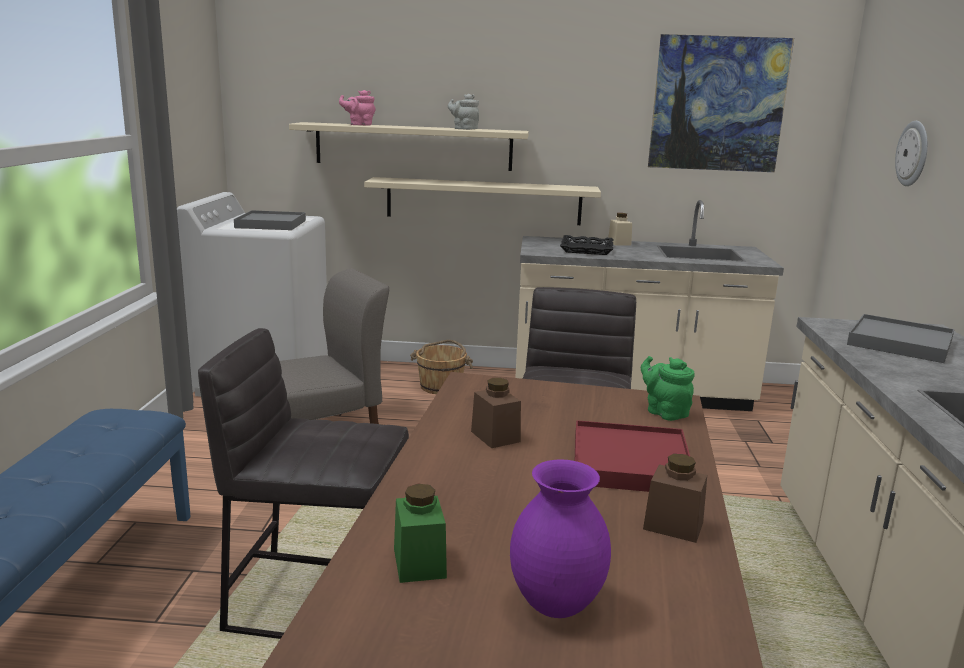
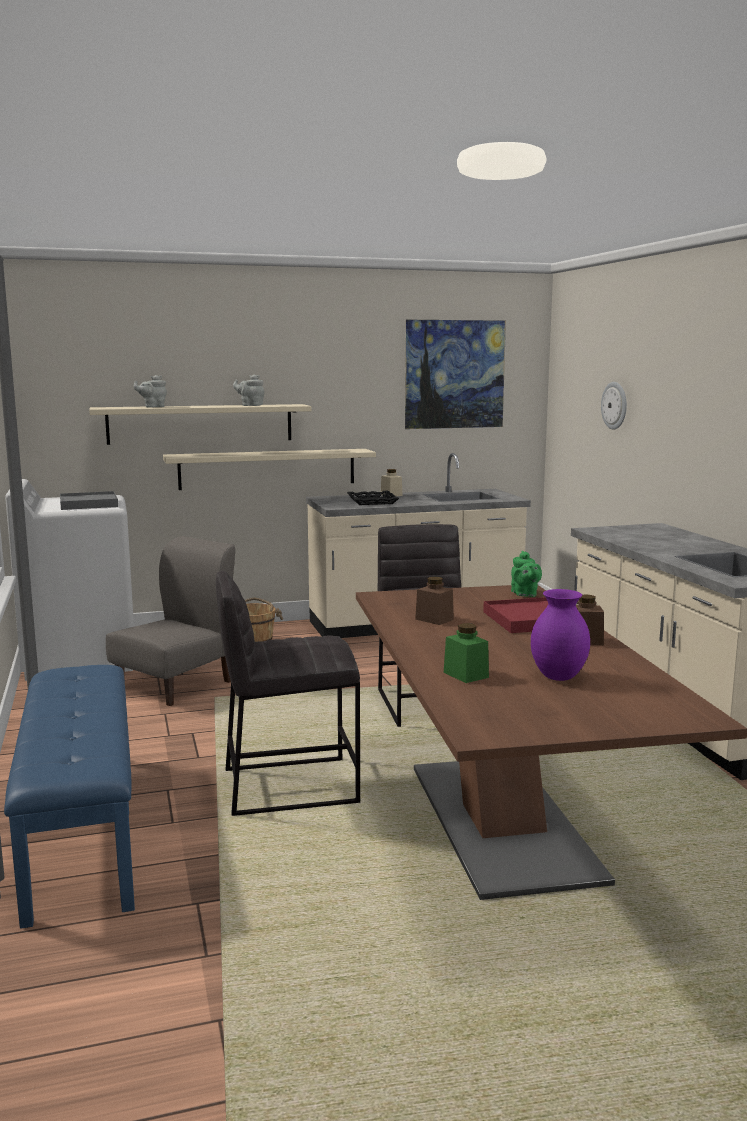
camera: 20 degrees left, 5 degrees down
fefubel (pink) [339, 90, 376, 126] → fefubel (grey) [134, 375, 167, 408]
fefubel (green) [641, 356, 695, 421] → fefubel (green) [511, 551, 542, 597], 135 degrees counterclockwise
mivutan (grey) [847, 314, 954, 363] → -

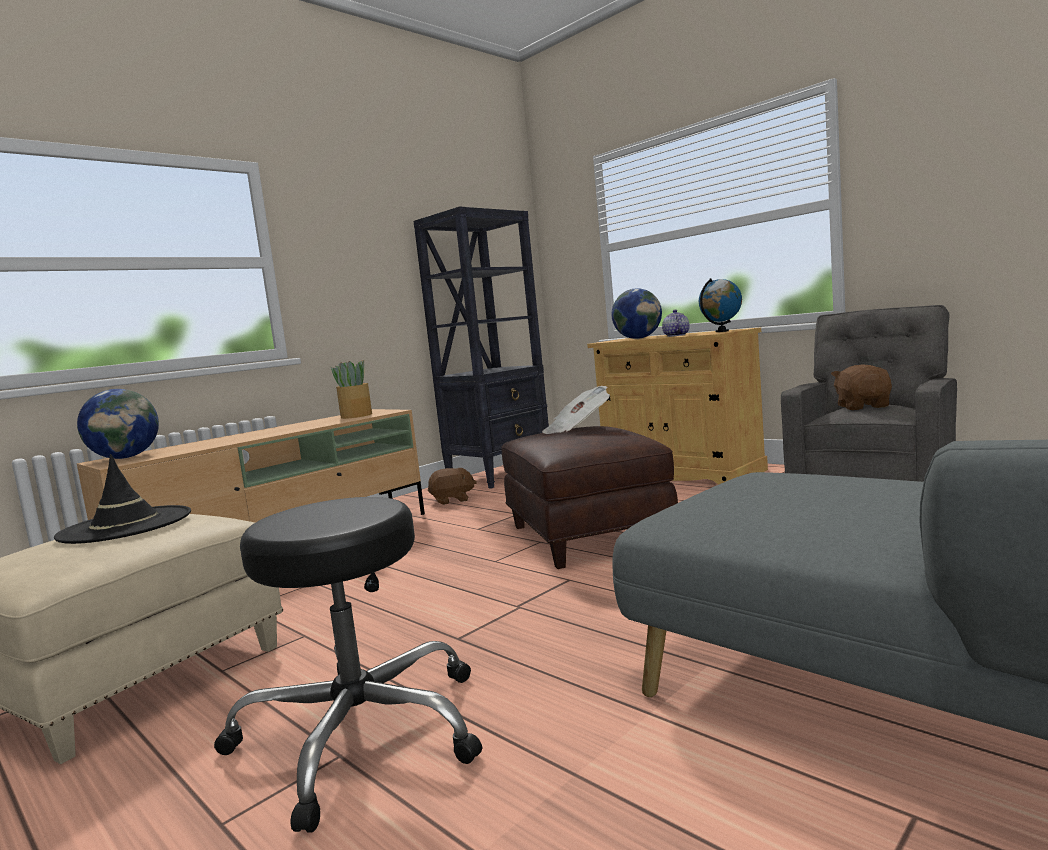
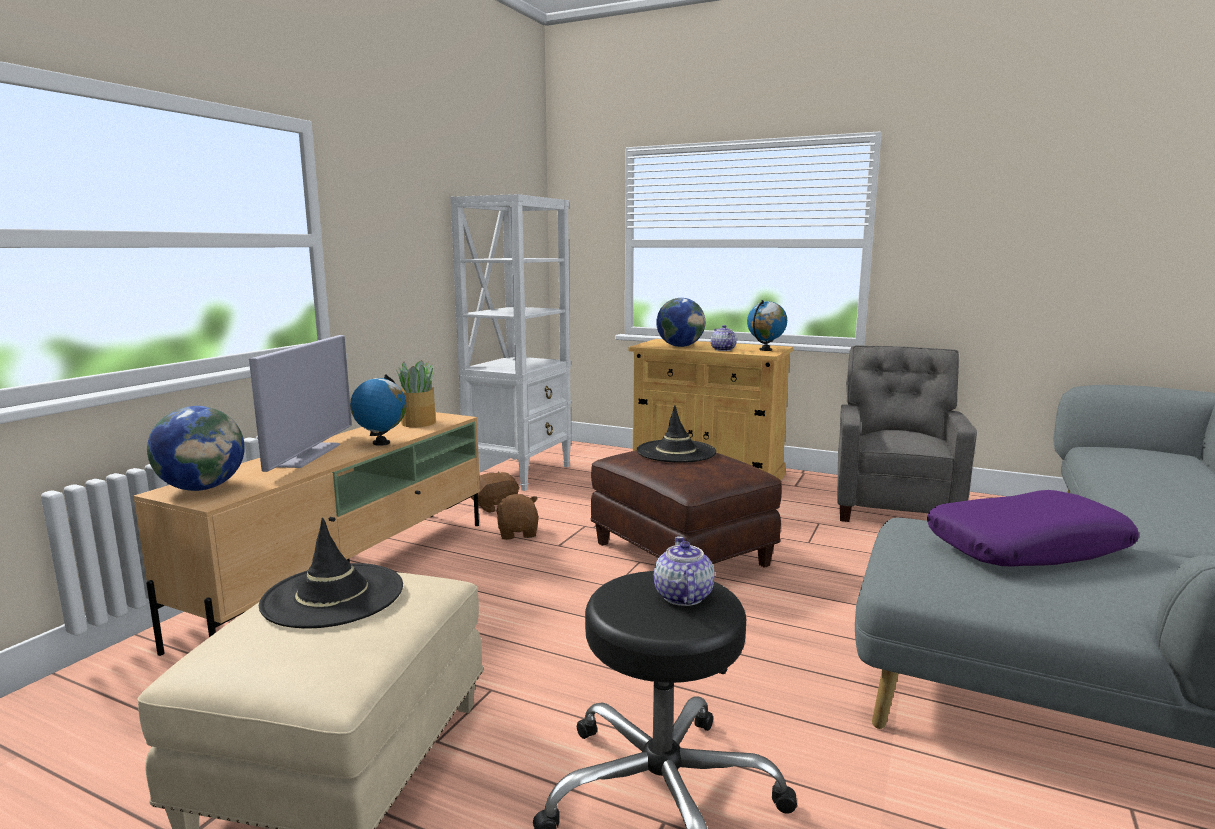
camera: 20 degrees left, 5 degrees up
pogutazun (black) [413, 206, 549, 489] → pogutazun (white) [450, 194, 572, 491]
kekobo [542, 386, 610, 434] → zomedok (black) [637, 405, 716, 463]
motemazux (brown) [831, 364, 892, 410] → motemazux (brown) [494, 494, 539, 540], move
- → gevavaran [249, 335, 352, 472]
- → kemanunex [350, 374, 406, 446]
- → fefubel [654, 536, 715, 606]
- → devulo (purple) [927, 490, 1139, 567]

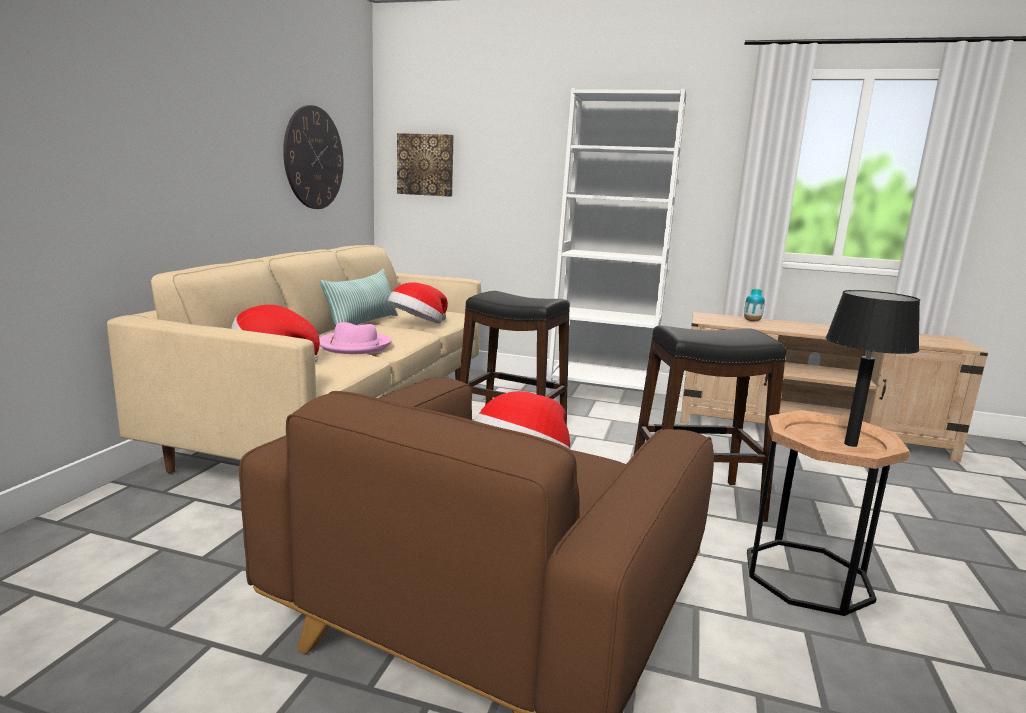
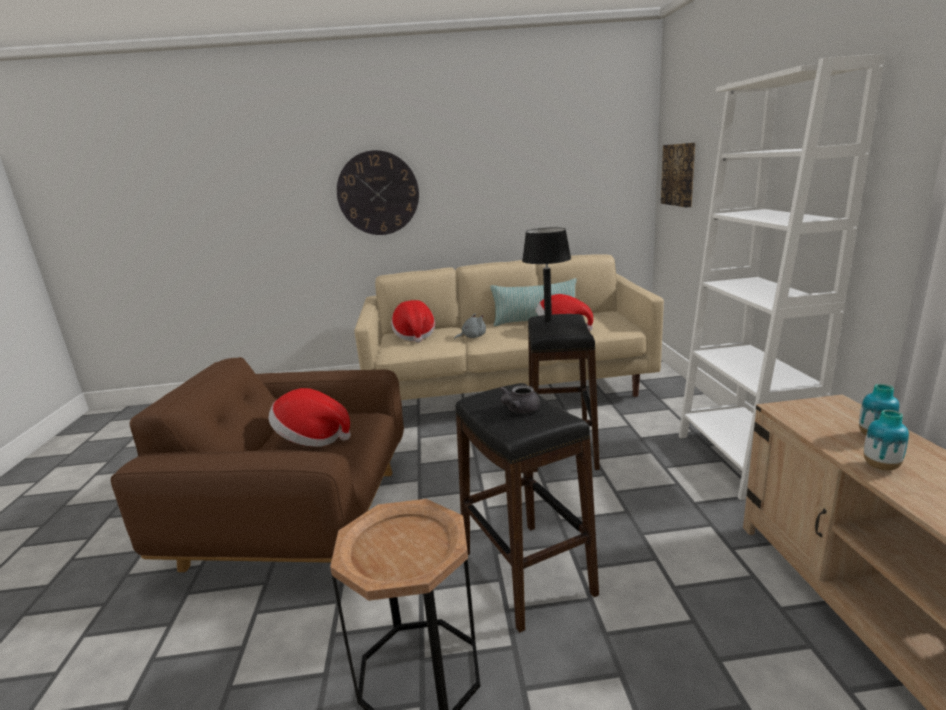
camera: 70 degrees right, 5 degrees up
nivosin [283, 105, 344, 209] → nivosin [337, 150, 419, 235], move
zomedok (pink) [319, 322, 391, 354] → motemazux (grey) [454, 314, 486, 340]
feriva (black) [825, 290, 920, 447] → feriva (black) [522, 227, 571, 322], move
- → fefubel (grey) [500, 385, 540, 413]
- → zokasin [864, 410, 909, 471]

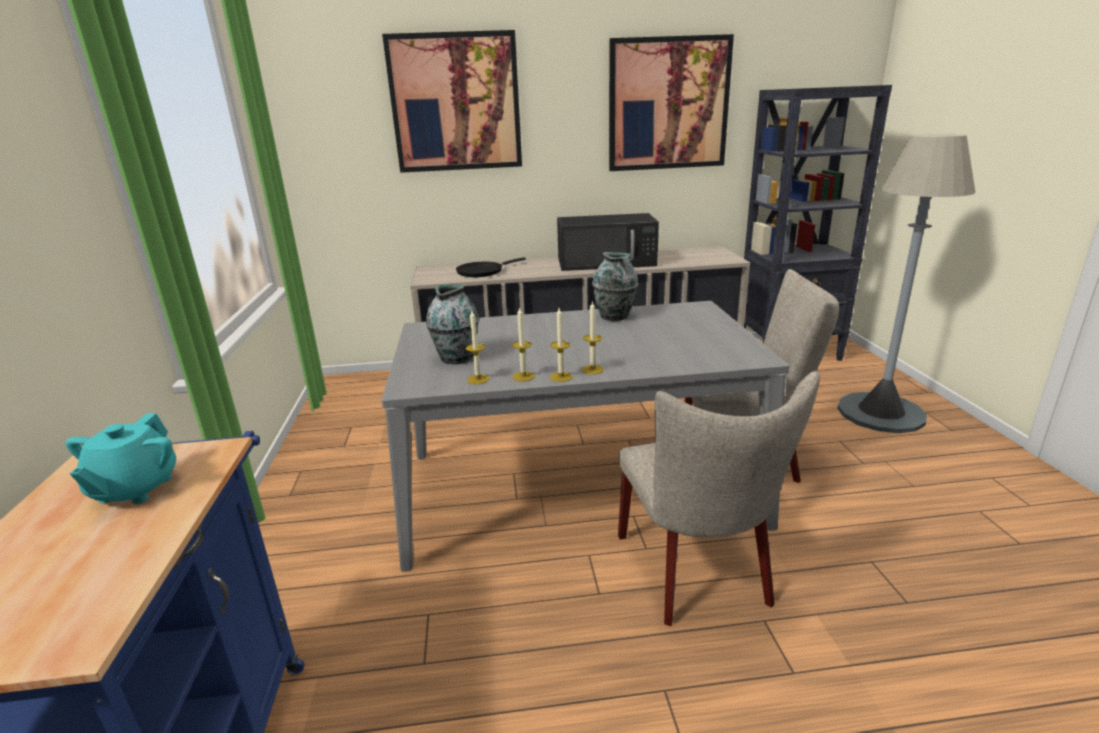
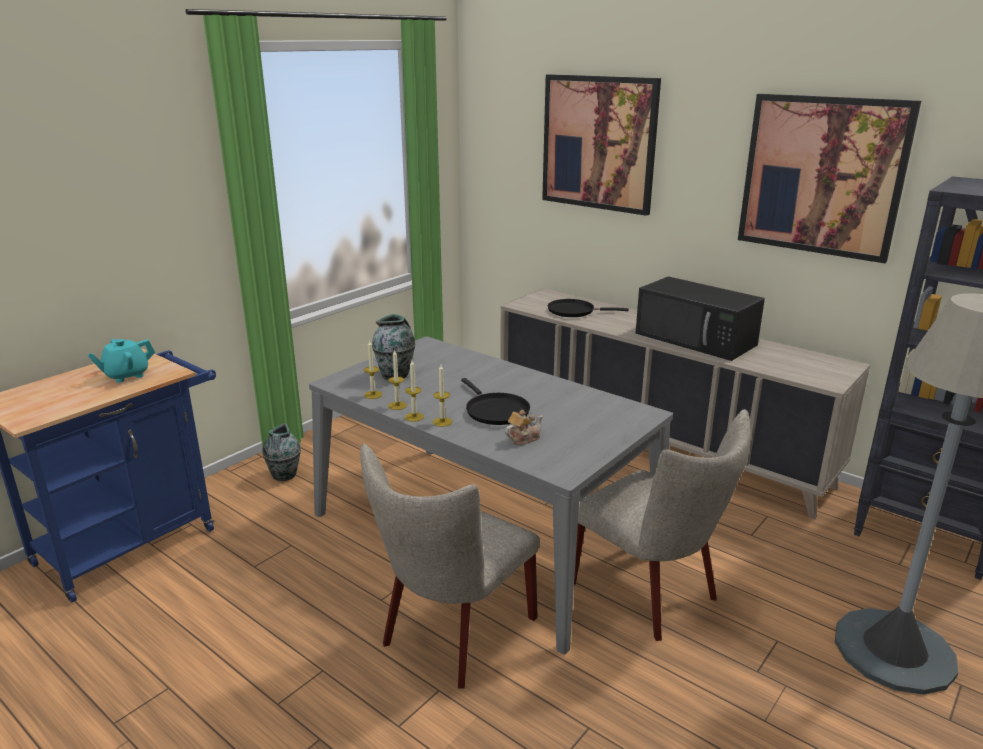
camera: 45 degrees right, 0 degrees up
zokasin [592, 252, 638, 321] → zokasin [262, 423, 301, 481], move
- → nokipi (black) [461, 378, 530, 425]
- → fefubel [505, 410, 543, 445]

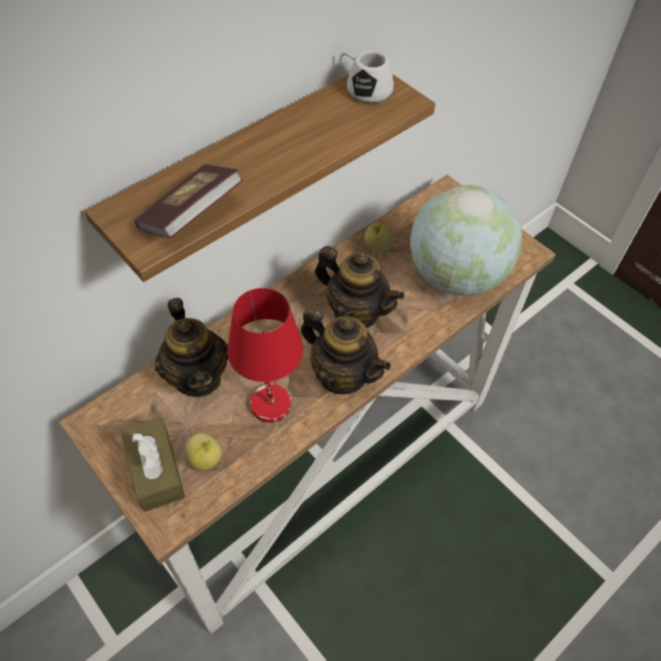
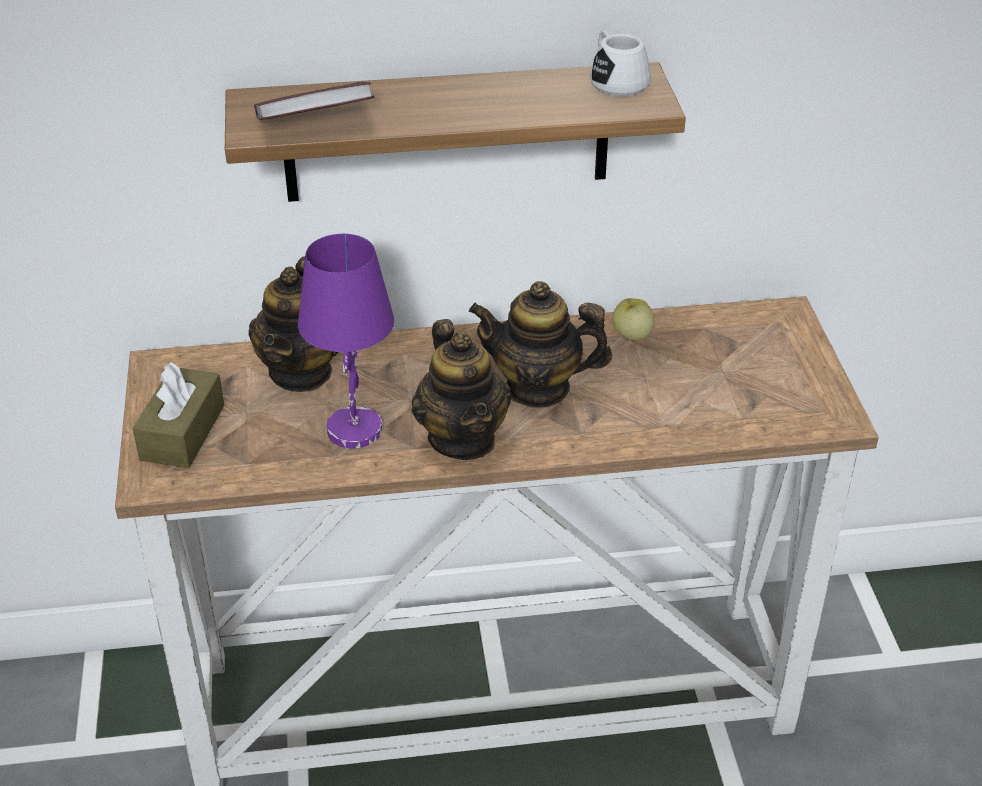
camera: 35 degrees right, 15 degrees down
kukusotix [185, 433, 222, 471] → -
feriva (red) [227, 288, 303, 423] → feriva (purple) [298, 234, 394, 448]
fefubel [315, 246, 404, 328] → fefubel [469, 281, 612, 408], 120 degrees clockwise
kemanunex [410, 185, 522, 296] → -

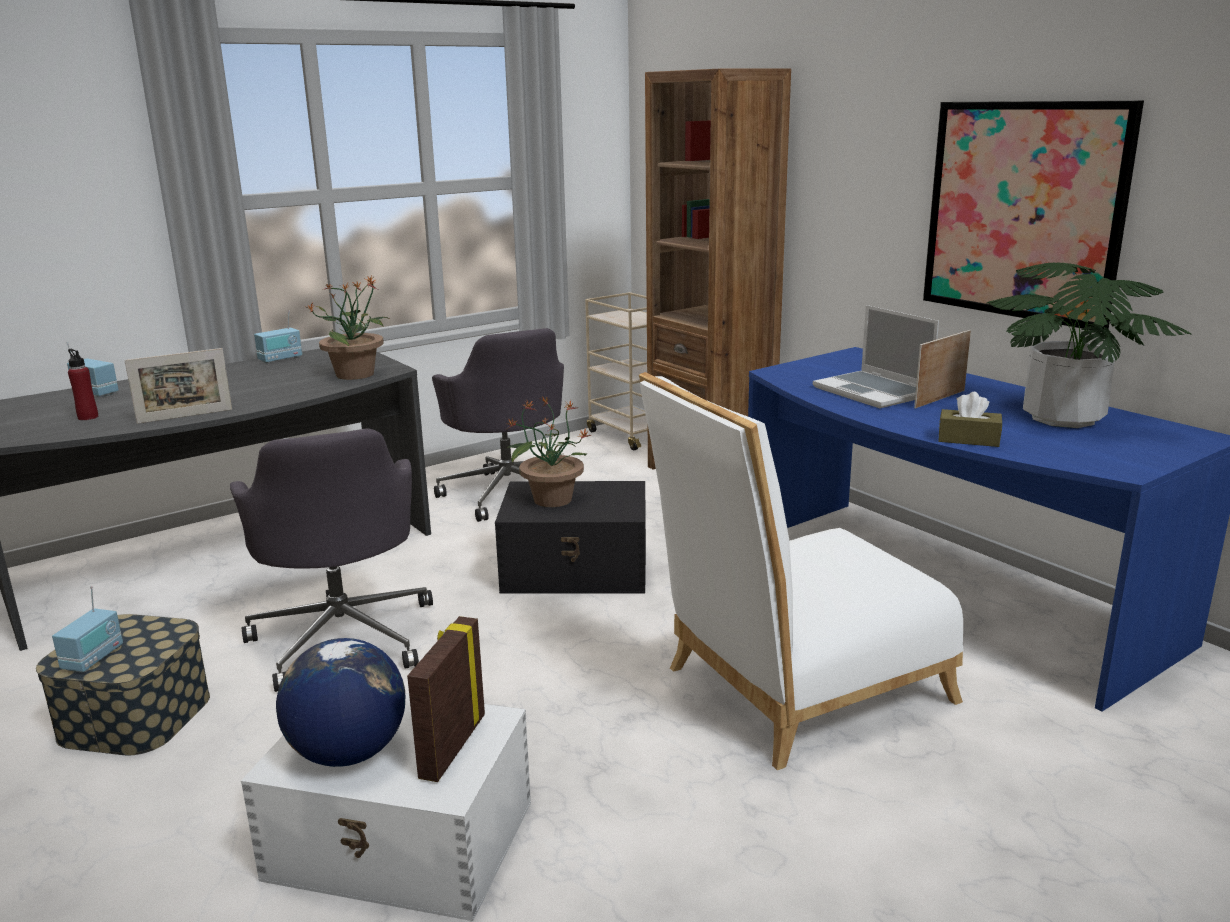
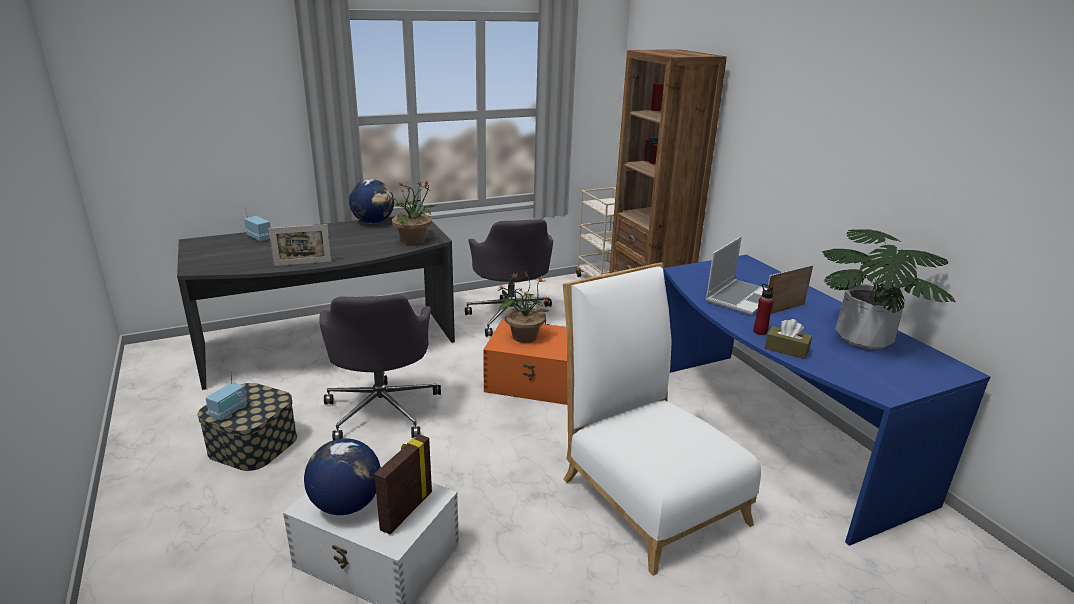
camera: 10 degrees right, 5 degrees up
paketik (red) [68, 349, 98, 420] → paketik (red) [753, 284, 774, 335], move
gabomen [254, 310, 302, 363] → kemanunex [349, 179, 394, 224]
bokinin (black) [495, 481, 646, 593] → bokinin (orange) [483, 319, 568, 405]
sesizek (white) [639, 372, 964, 770] → sesizek (white) [563, 262, 761, 576], 75 degrees clockwise
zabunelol [813, 305, 939, 408] → zabunelol [705, 236, 767, 315], 120 degrees counterclockwise
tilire [923, 101, 1144, 330] → -

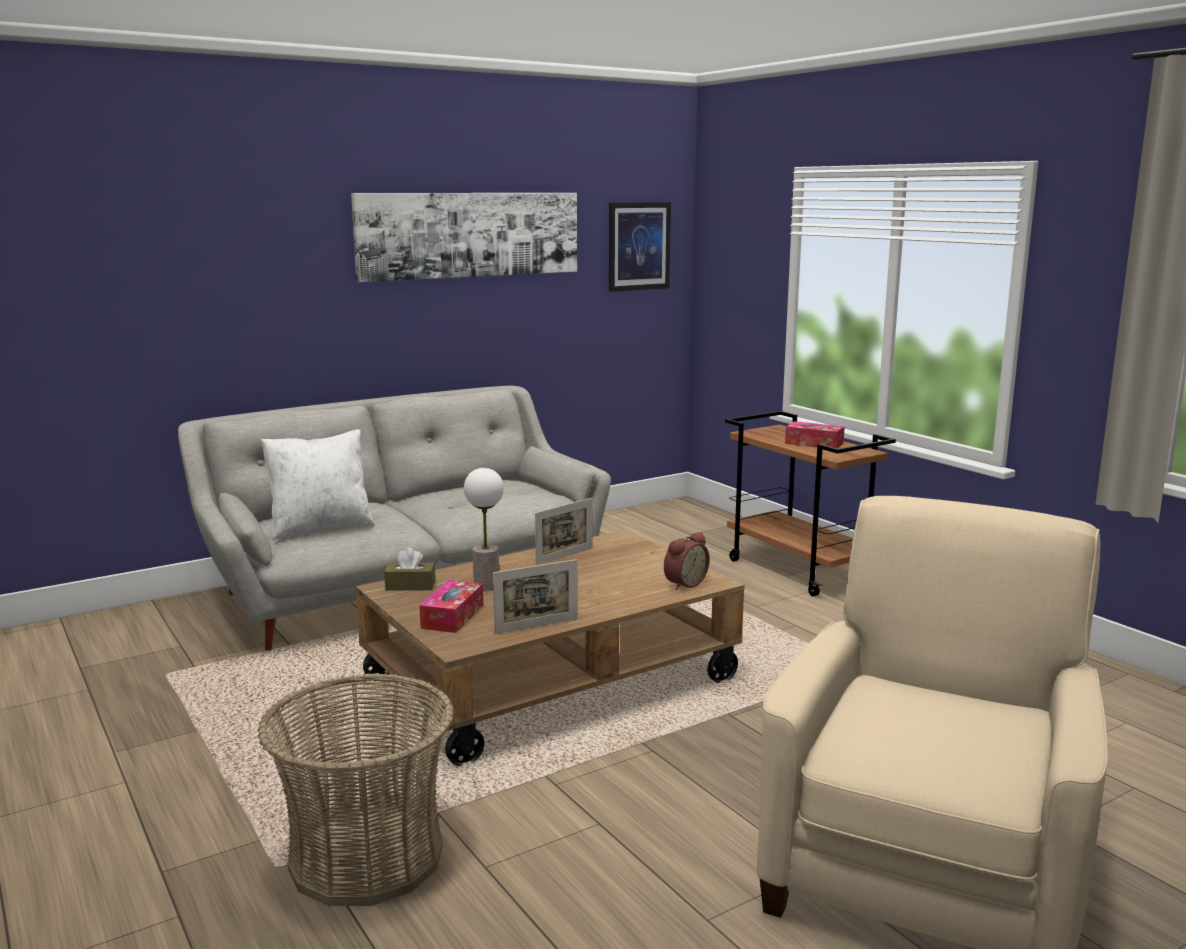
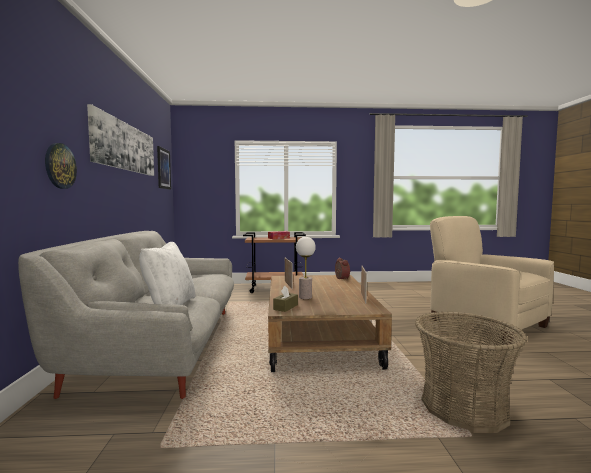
camera: 60 degrees left, 10 degrees down
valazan [419, 580, 483, 633] → -
- → nivosin [45, 143, 77, 189]

